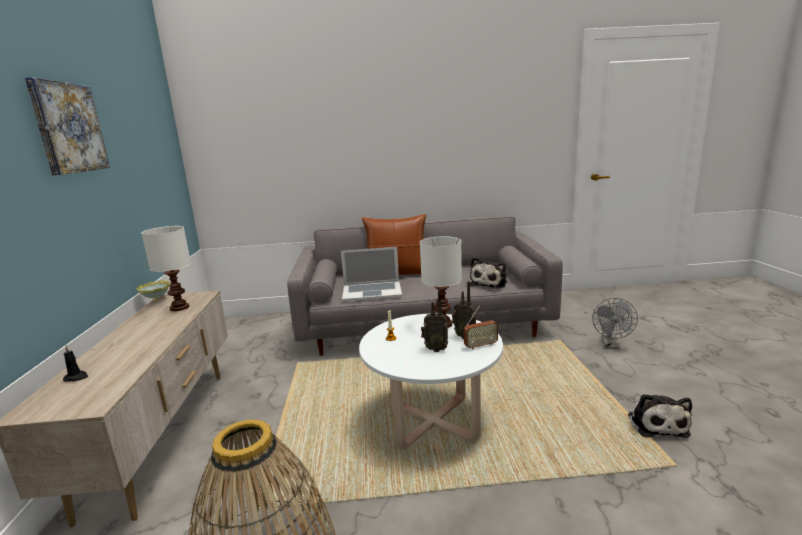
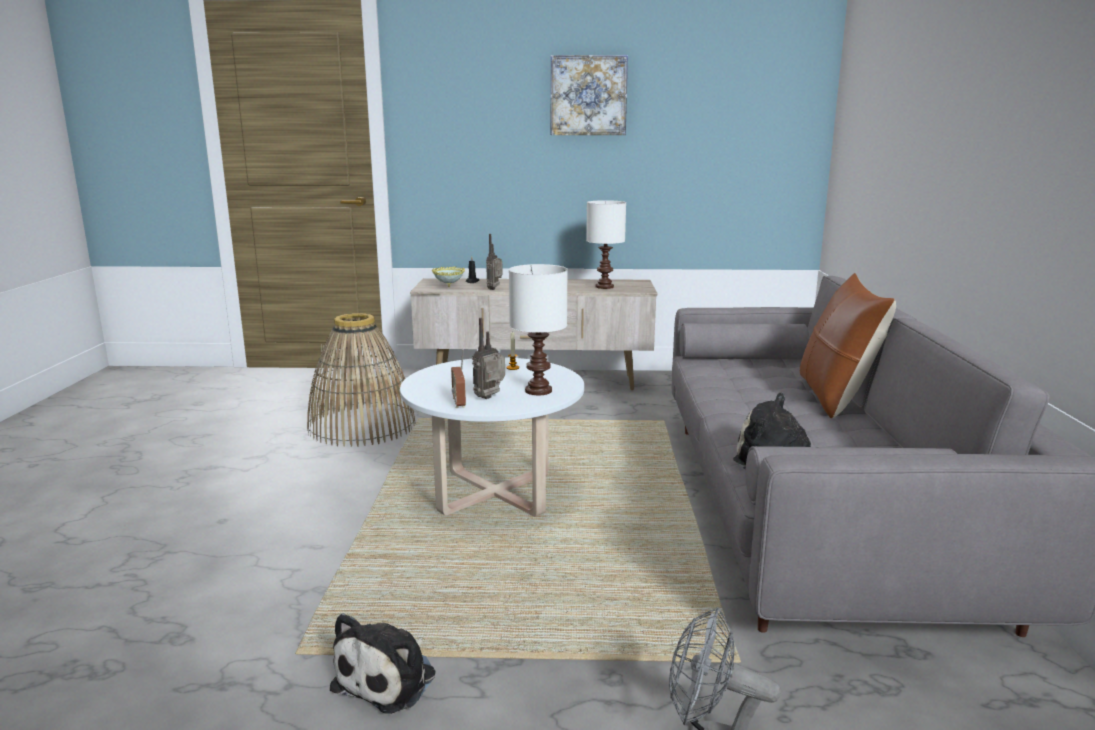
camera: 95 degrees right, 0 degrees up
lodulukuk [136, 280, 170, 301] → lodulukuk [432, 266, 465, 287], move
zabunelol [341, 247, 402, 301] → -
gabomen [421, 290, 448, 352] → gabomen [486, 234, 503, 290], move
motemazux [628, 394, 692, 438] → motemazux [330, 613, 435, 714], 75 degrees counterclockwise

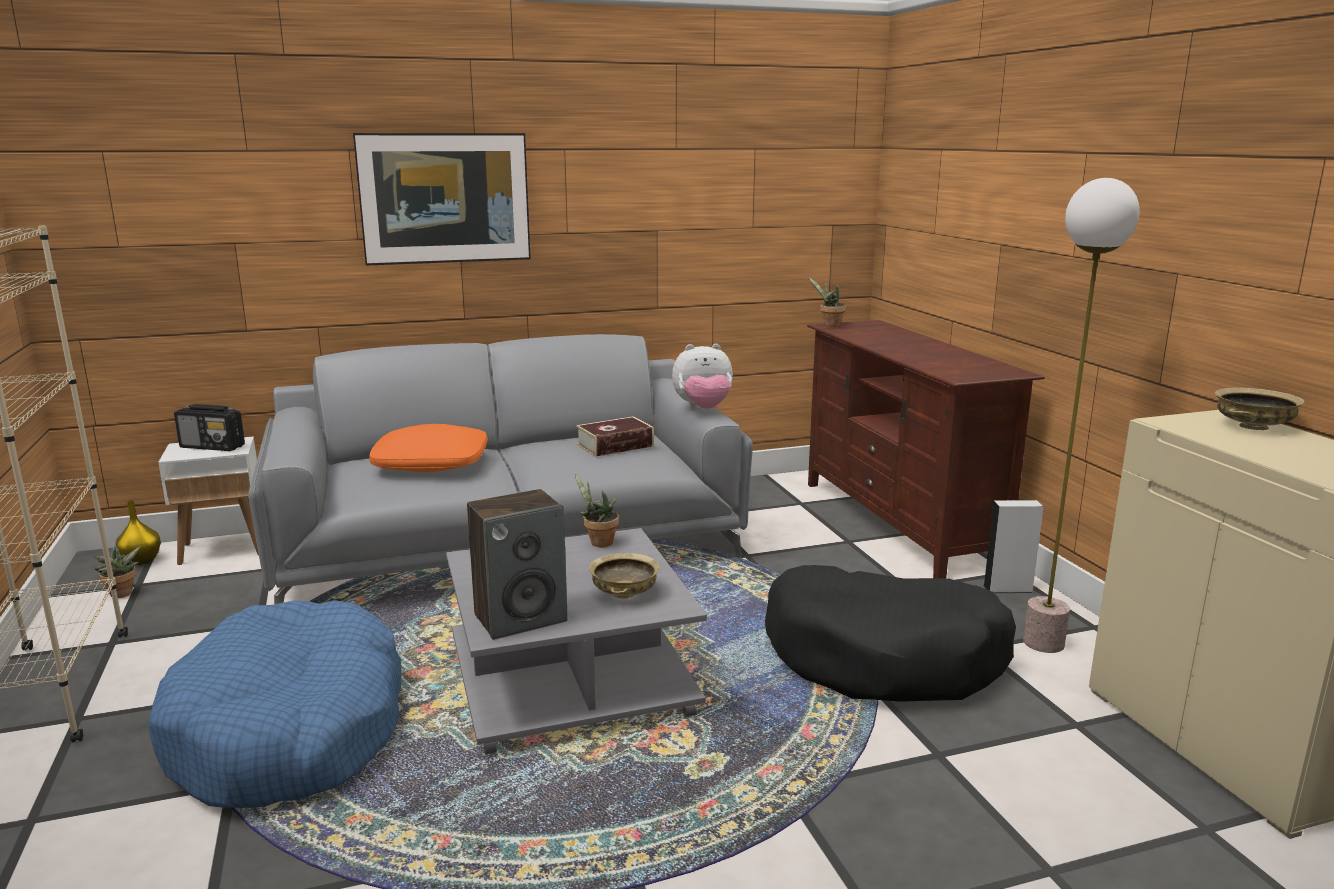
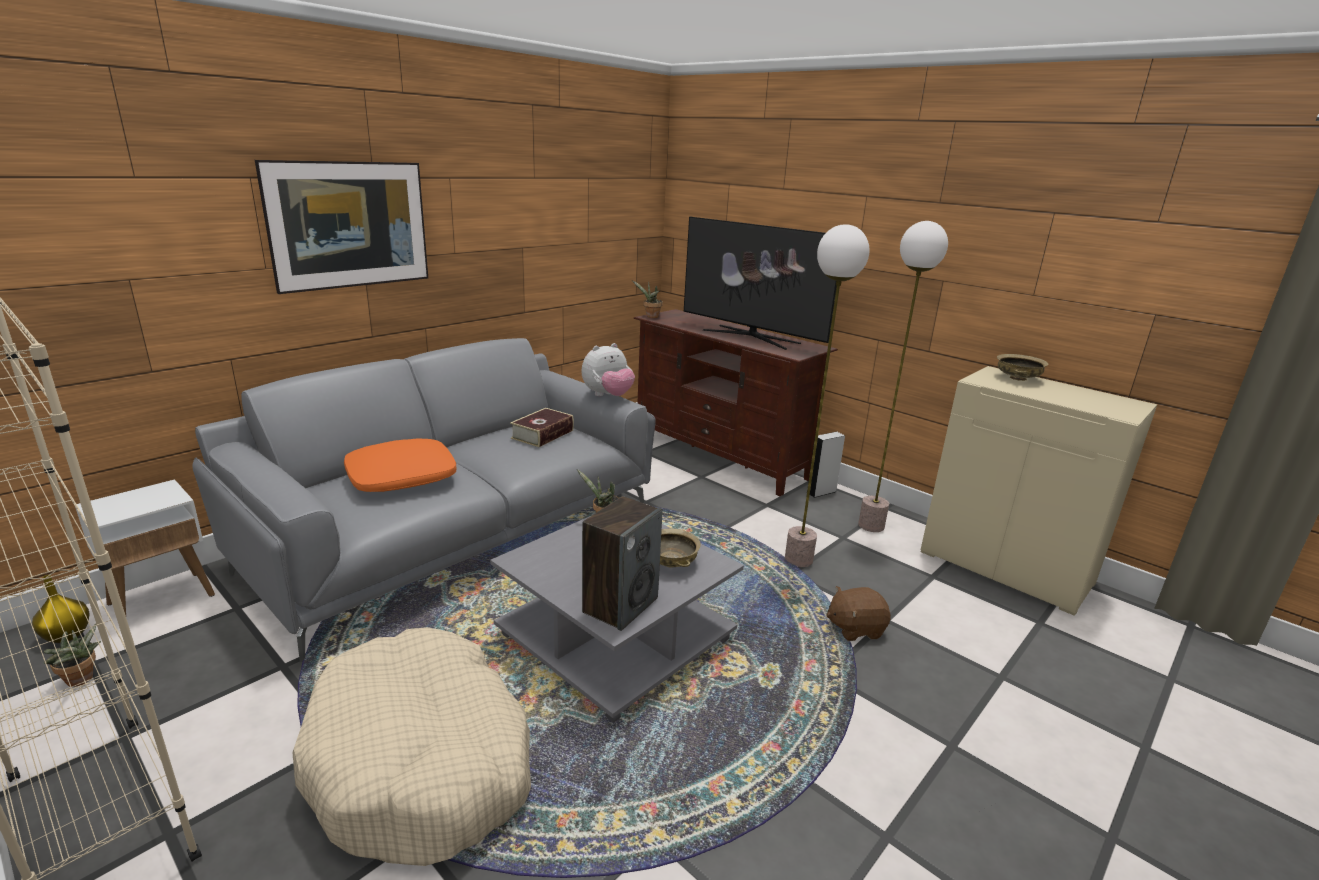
camera: 30 degrees left, 5 degrees up
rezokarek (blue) [148, 600, 401, 808] → rezokarek (beige) [292, 627, 531, 866]
gabomen [174, 404, 245, 451] → -
rezokarek (black) [765, 565, 1016, 702] → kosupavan [785, 224, 869, 567]
- → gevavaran [684, 216, 837, 350]
- → motemazux (brown) [826, 586, 891, 641]

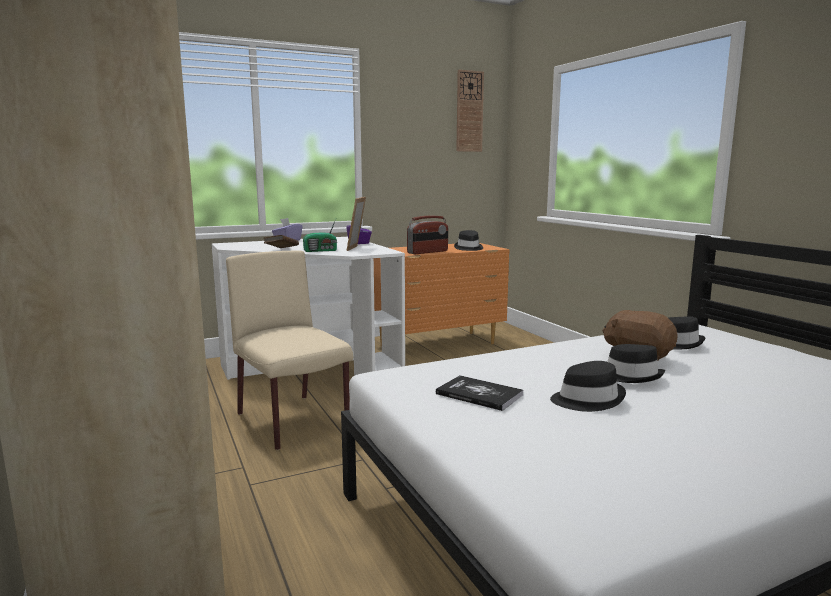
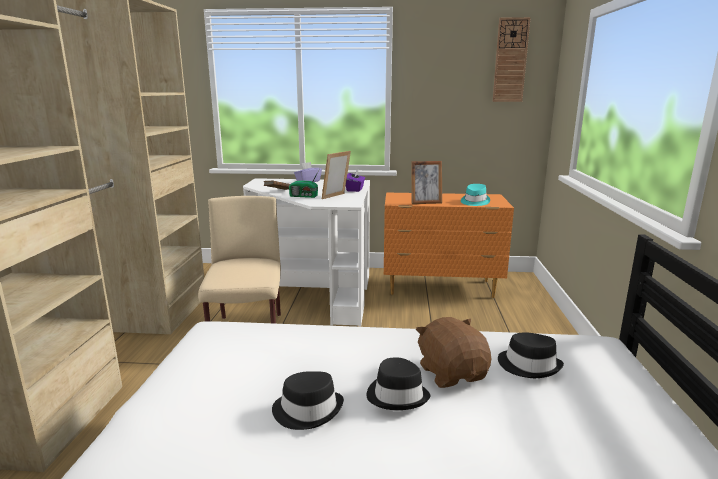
camera: 30 degrees right, 5 degrees up
gabomen [407, 216, 448, 254] → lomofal [411, 161, 442, 204]
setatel [436, 375, 523, 411] → -
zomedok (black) [454, 230, 483, 251] → zomedok (turquoise) [461, 184, 490, 206]

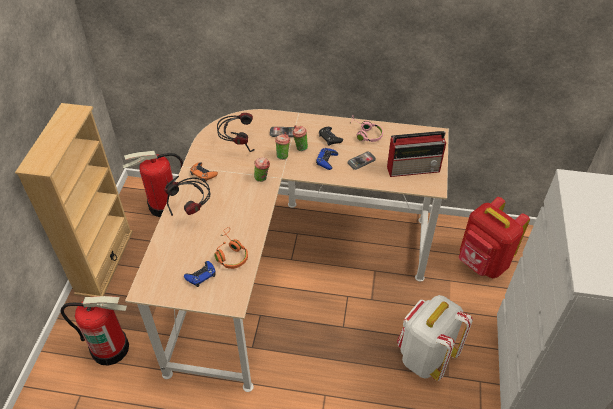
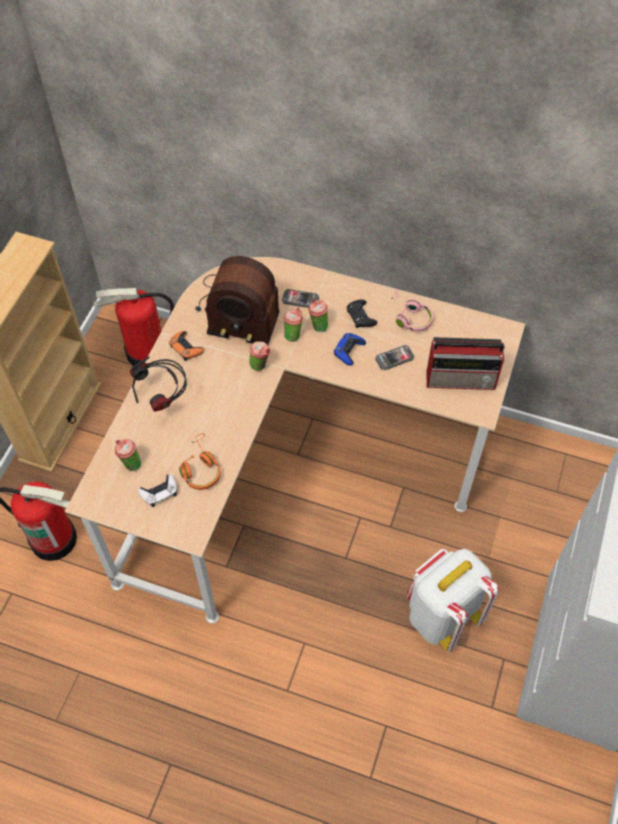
camera: 10 degrees right, 10 degrees up
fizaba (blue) [184, 261, 216, 287] → fizaba (white) [138, 474, 177, 507]
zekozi [217, 113, 255, 152] → gabomen [195, 256, 280, 345]
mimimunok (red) [459, 197, 530, 278] → -
- → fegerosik [115, 439, 141, 471]

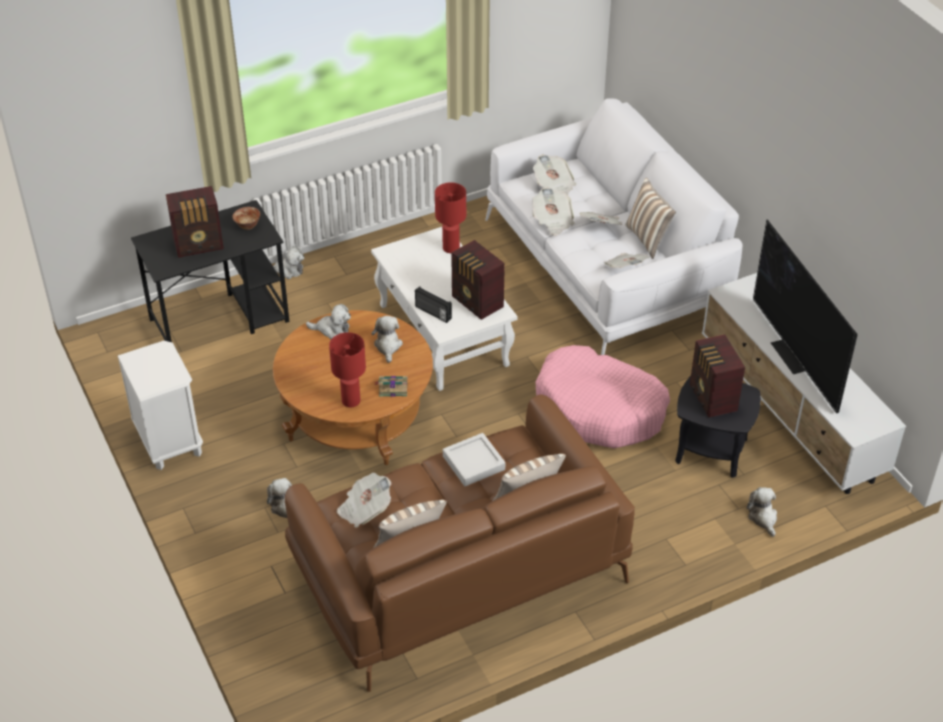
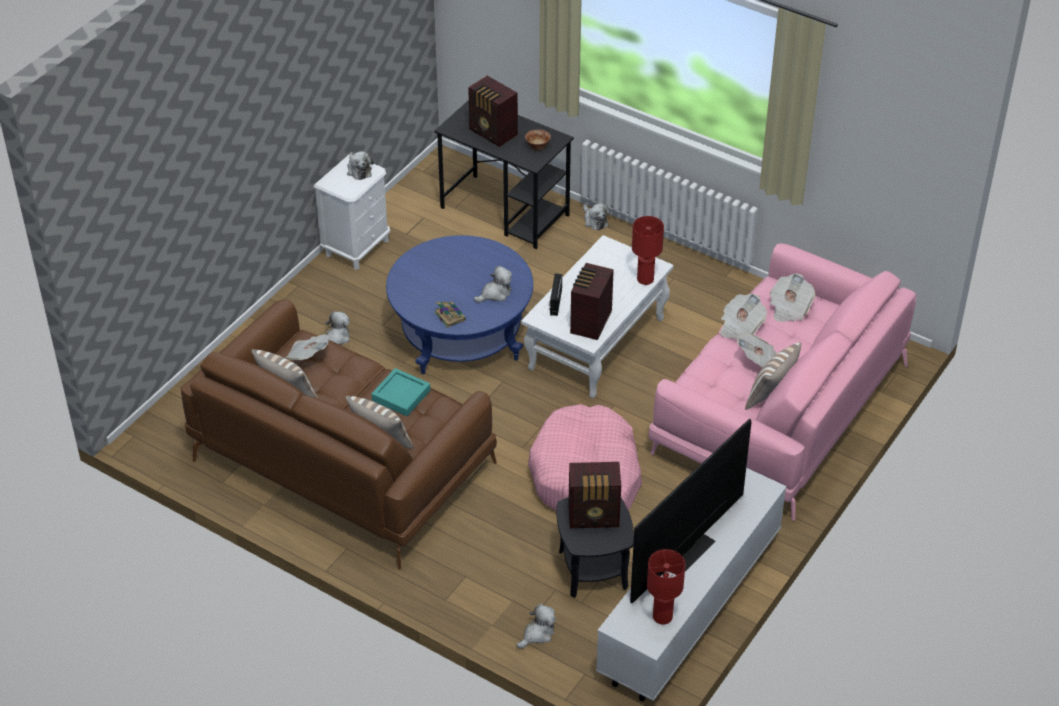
camera: 60 degrees right, 0 degrees up
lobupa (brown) [273, 310, 433, 465] → lobupa (blue) [386, 235, 533, 374]
motemazux [306, 304, 351, 339] → motemazux [347, 151, 374, 180], move
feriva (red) [329, 332, 366, 407] → feriva (red) [647, 549, 685, 624], move
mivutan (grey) [443, 433, 505, 486] → mivutan (turquoise) [371, 368, 430, 416]
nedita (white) [485, 98, 743, 355] → nedita (pink) [648, 243, 916, 521]
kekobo [604, 253, 650, 268] → -
gabomen [690, 334, 745, 418] → gabomen [568, 462, 621, 528], 135 degrees counterclockwise

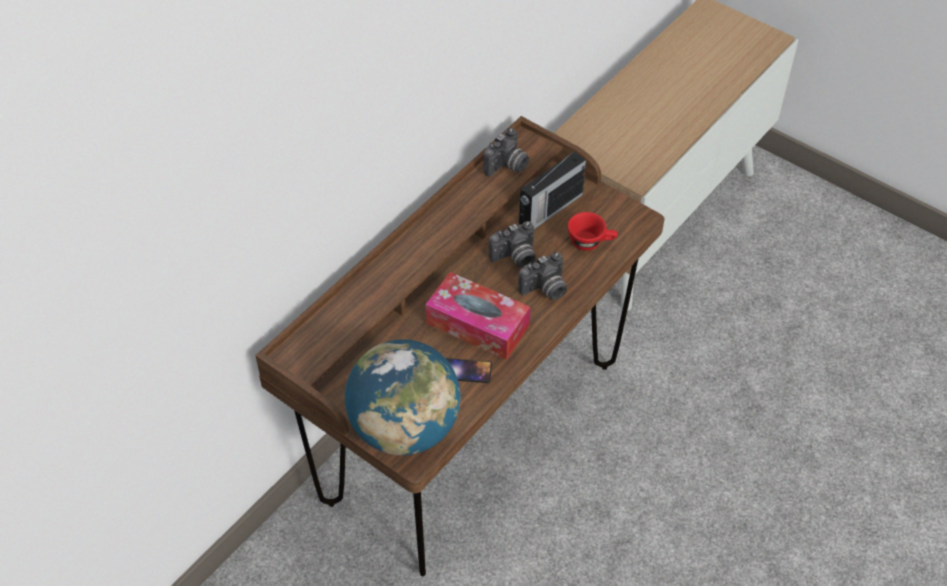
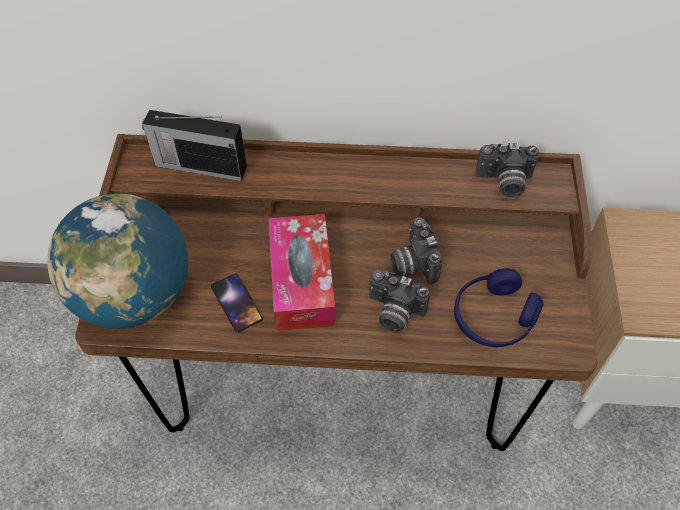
camera: 55 degrees right, 5 degrees up
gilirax [489, 221, 535, 268] → gilirax [391, 217, 442, 284], 45 degrees clockwise
gabomen [519, 150, 586, 229] → gabomen [142, 110, 247, 181], move
fegerosik (red) [568, 212, 618, 251] → zekozi (blue) [454, 268, 544, 347]

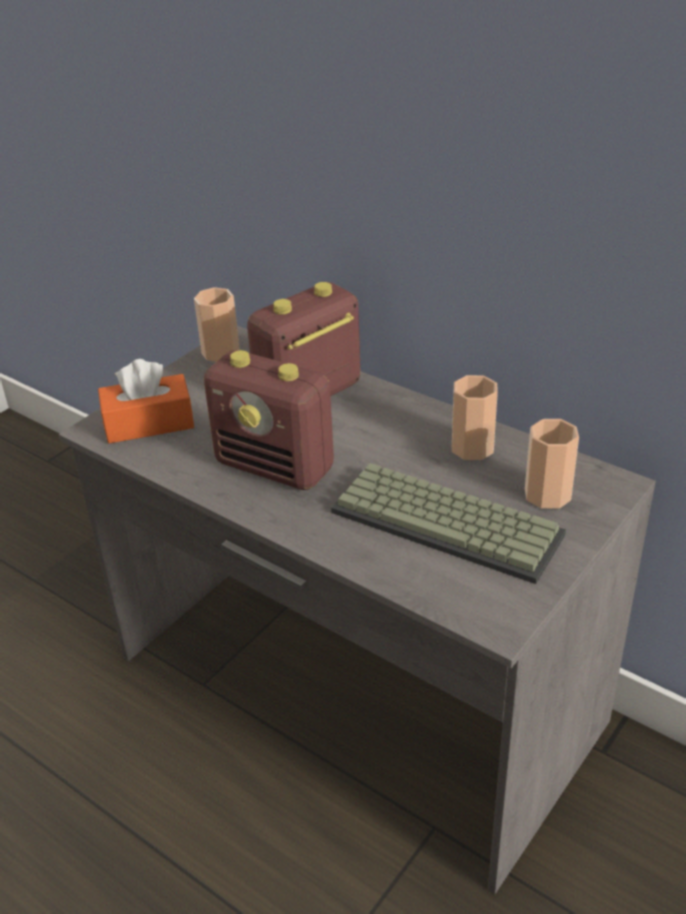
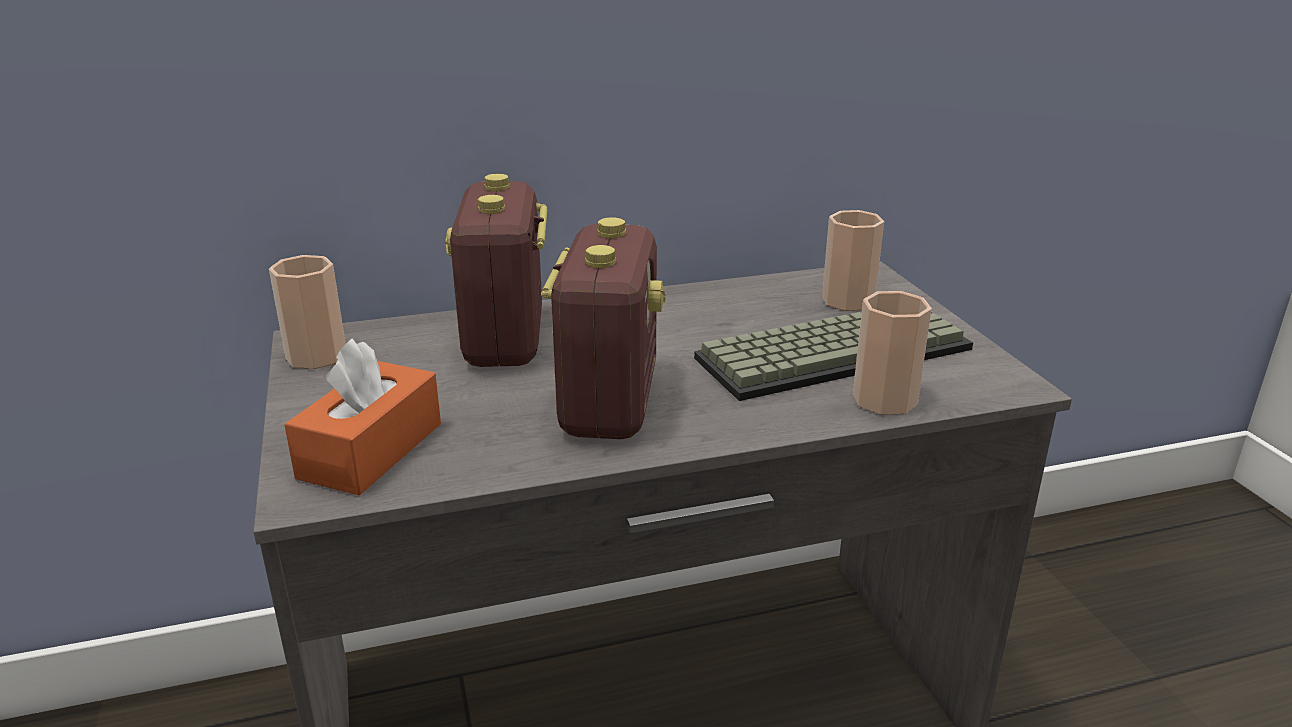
camera: 55 degrees left, 10 degrees down
gabomen [204, 350, 334, 490] → gabomen [541, 217, 666, 439], 60 degrees counterclockwise
fegerosik [452, 375, 498, 460] → fegerosik [853, 291, 932, 415], move

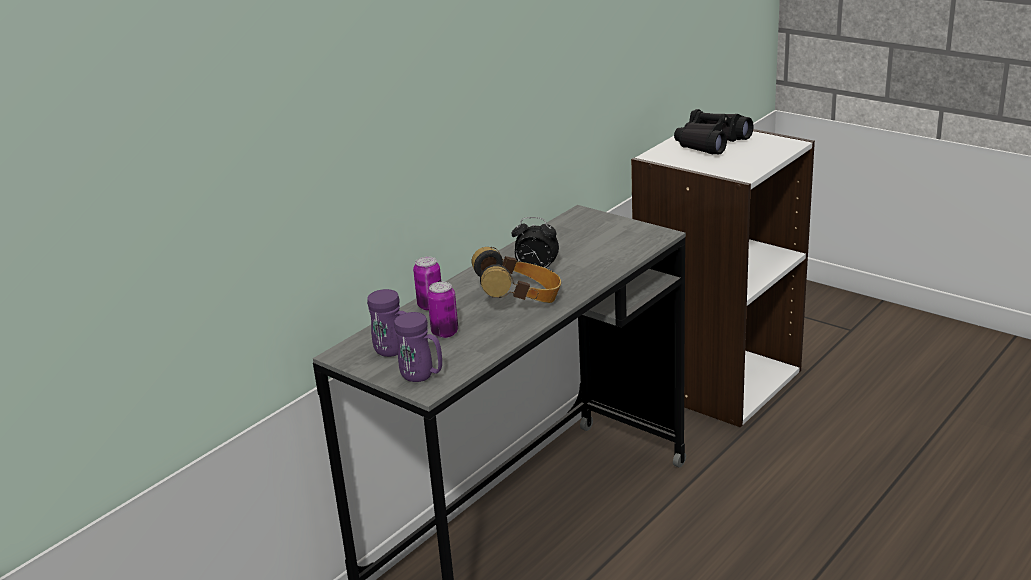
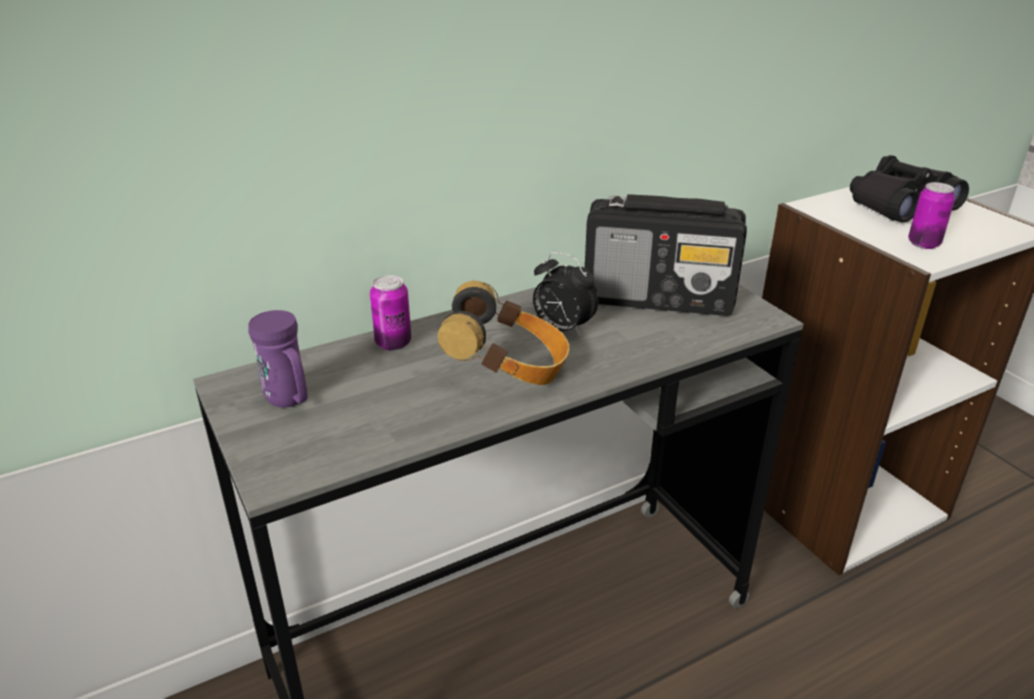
camera: 20 degrees right, 5 degrees up
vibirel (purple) [394, 312, 442, 382] → -
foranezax [427, 282, 458, 338] → foranezax [908, 182, 955, 249], move
- → gabomen [585, 194, 747, 316]

